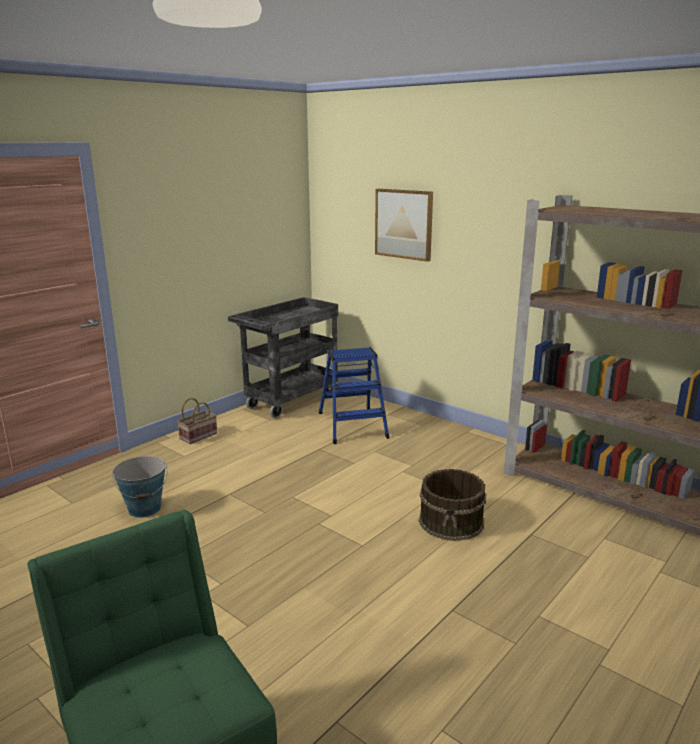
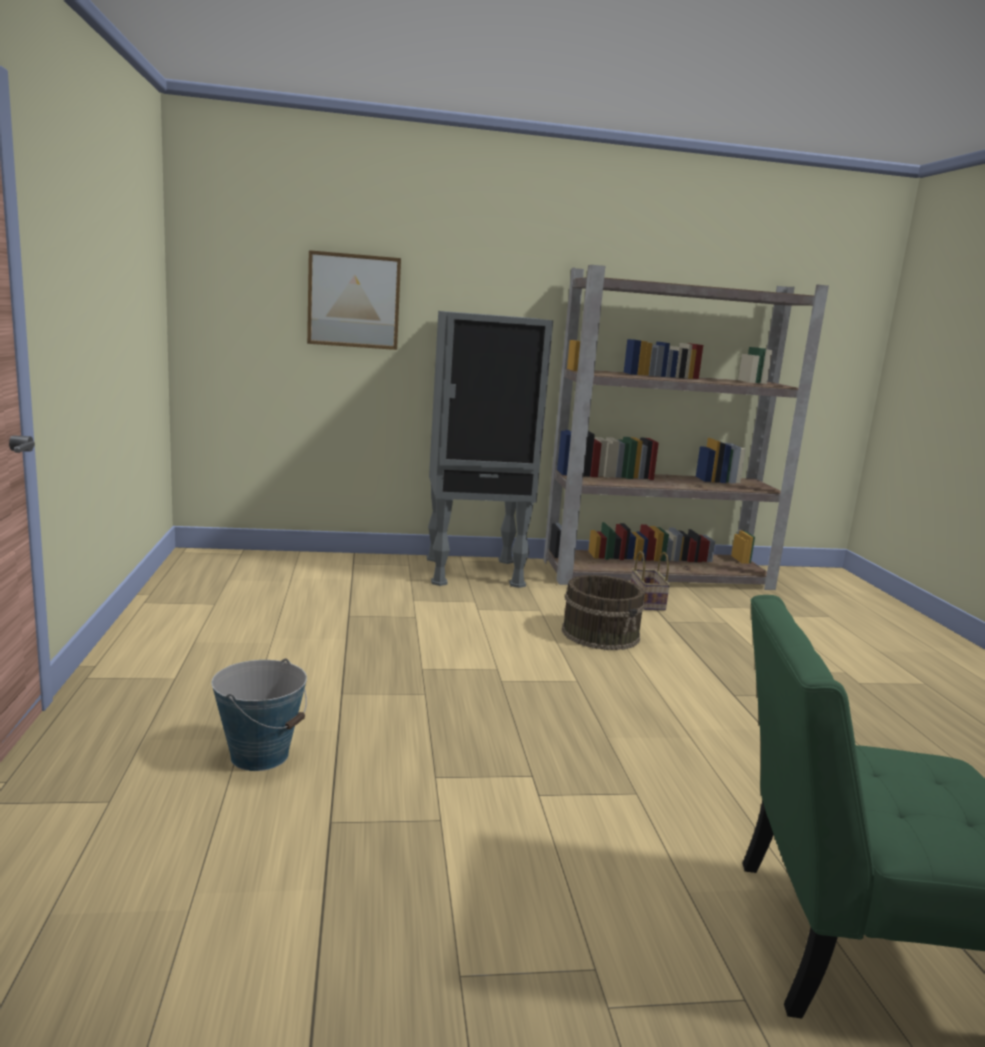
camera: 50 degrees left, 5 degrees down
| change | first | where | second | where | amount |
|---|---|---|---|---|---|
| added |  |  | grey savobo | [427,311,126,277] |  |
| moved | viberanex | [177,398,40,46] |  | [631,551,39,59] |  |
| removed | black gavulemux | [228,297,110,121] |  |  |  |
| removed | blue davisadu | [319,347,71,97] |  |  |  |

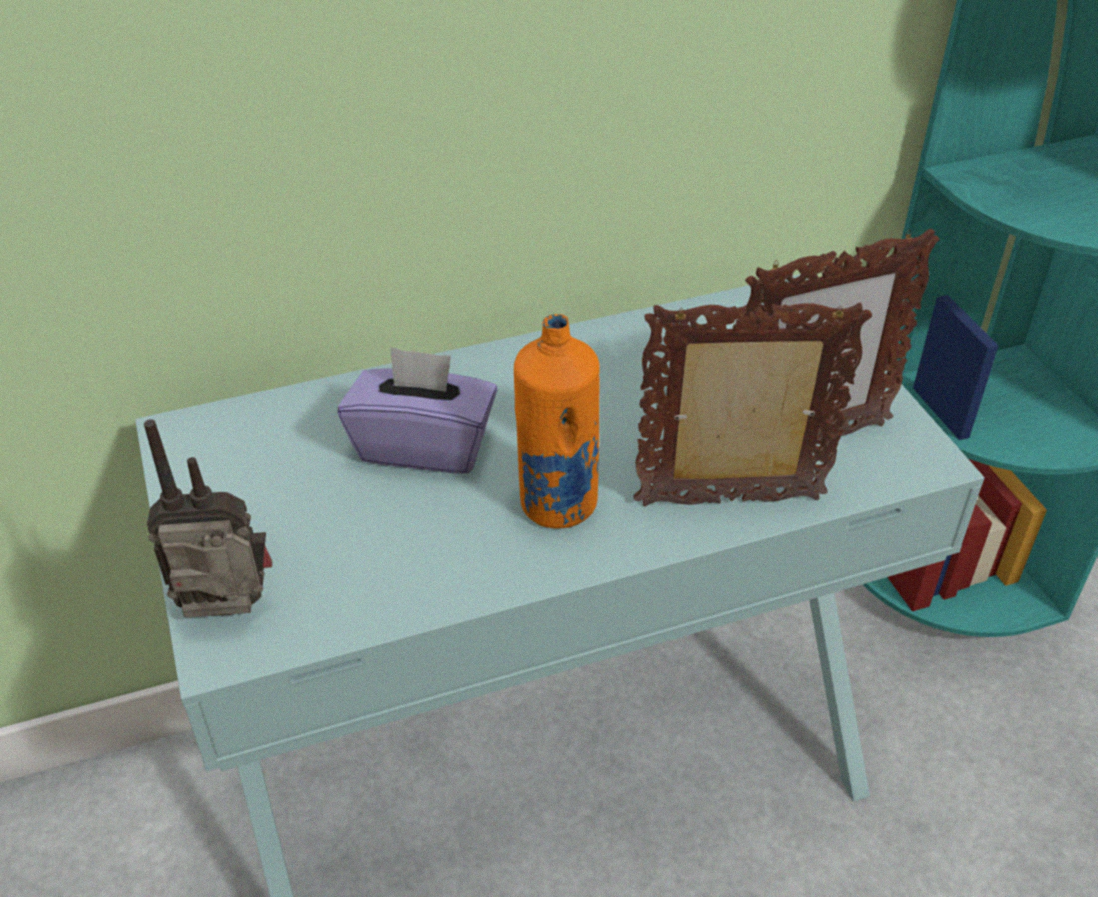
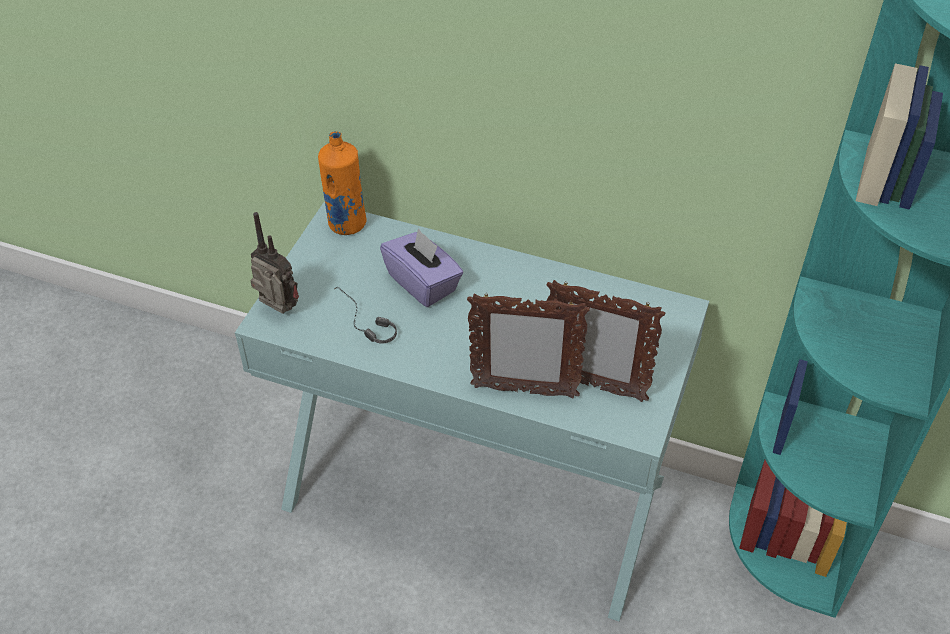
camera: 40 degrees right, 5 degrees up
| change | first | where | second | where | amount |
|---|---|---|---|---|---|
| moved | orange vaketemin | [514,314,85,215] |  | [318,131,49,104] |  |
| added |  |  | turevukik | [335,287,62,56] |  |
| turned | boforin | [634,302,238,204] |  | [467,293,123,106] | 150 degrees clockwise |

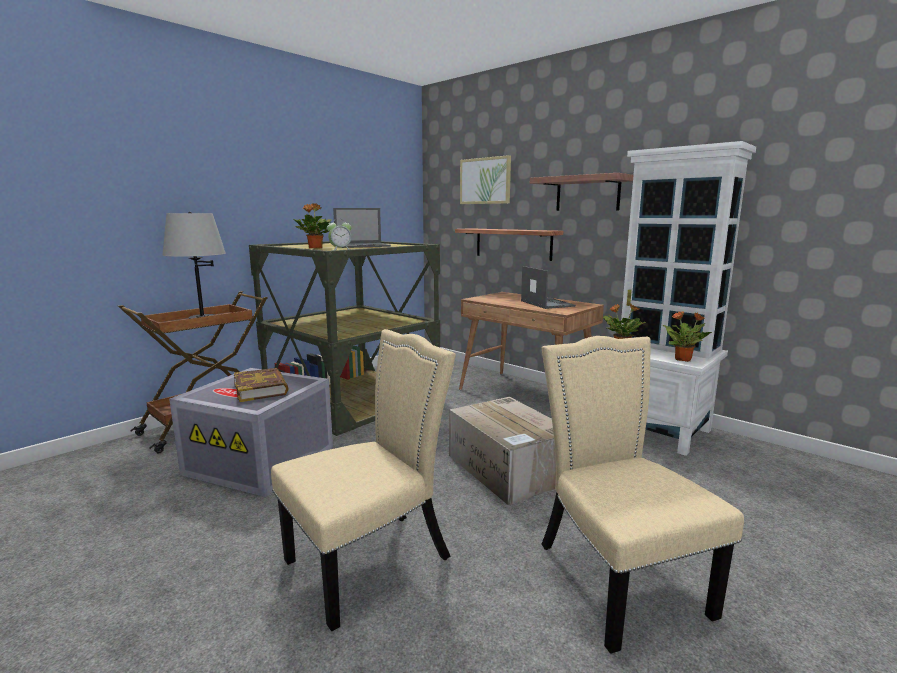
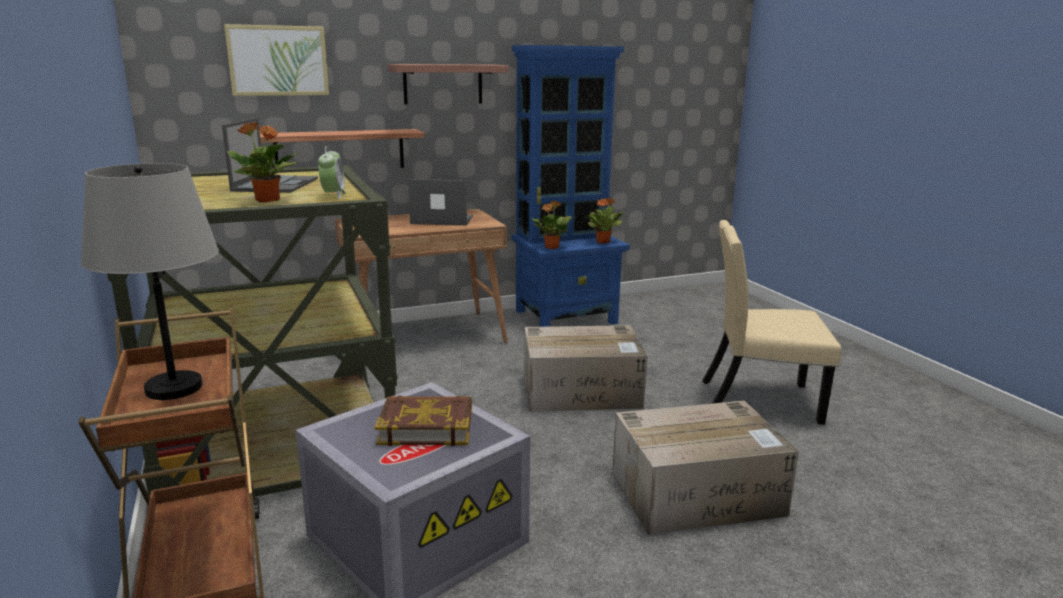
camera: 65 degrees left, 5 degrees up
| change | first | where | second | where | amount |
|---|---|---|---|---|---|
| recoloured | white savobo | [621,141,135,315] | blue savobo | [511,45,119,282] |  |
| replaced | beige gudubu | [271,329,185,302] | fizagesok | [612,401,187,134] |  |

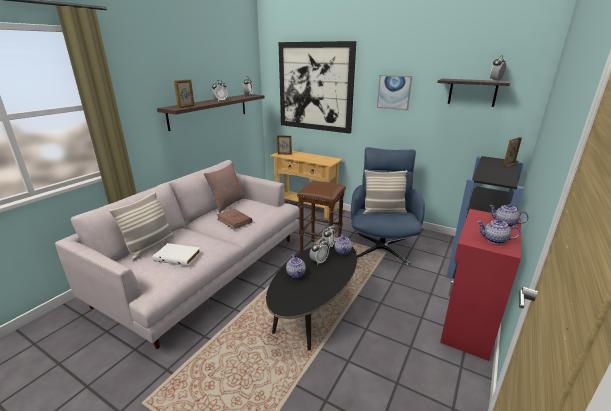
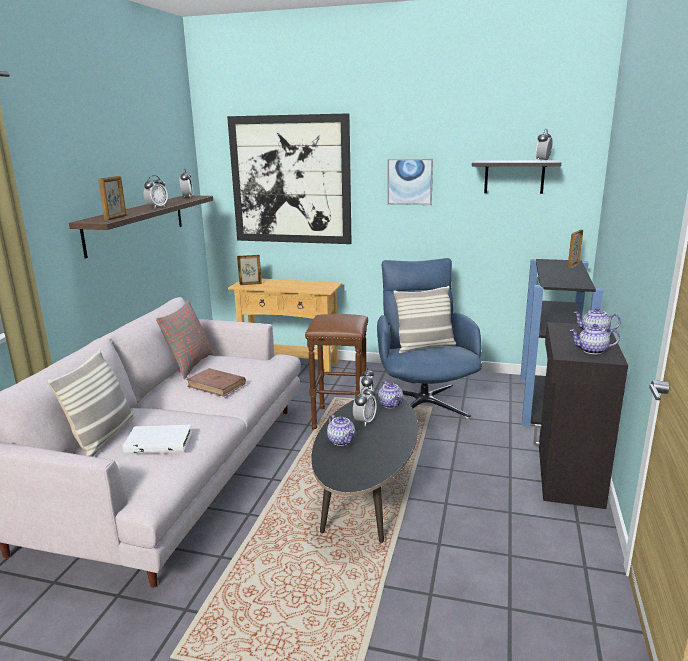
camera: 15 degrees left, 5 degrees down
| change | first | where | second | where | amount |
|---|---|---|---|---|---|
| recoloured | red savobo | [440,209,81,152] | black savobo | [533,322,95,187] |  |

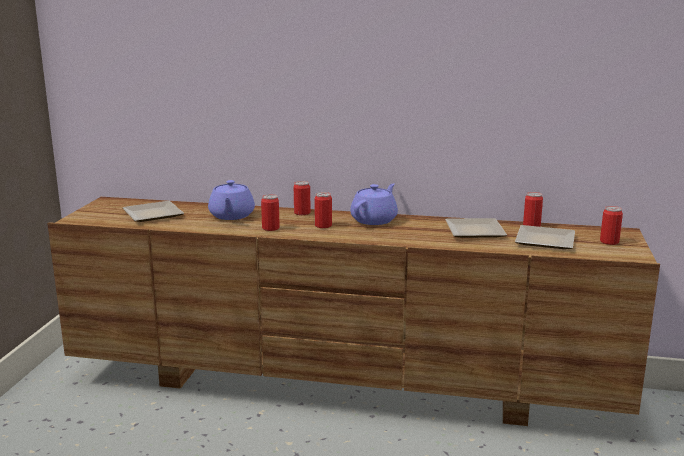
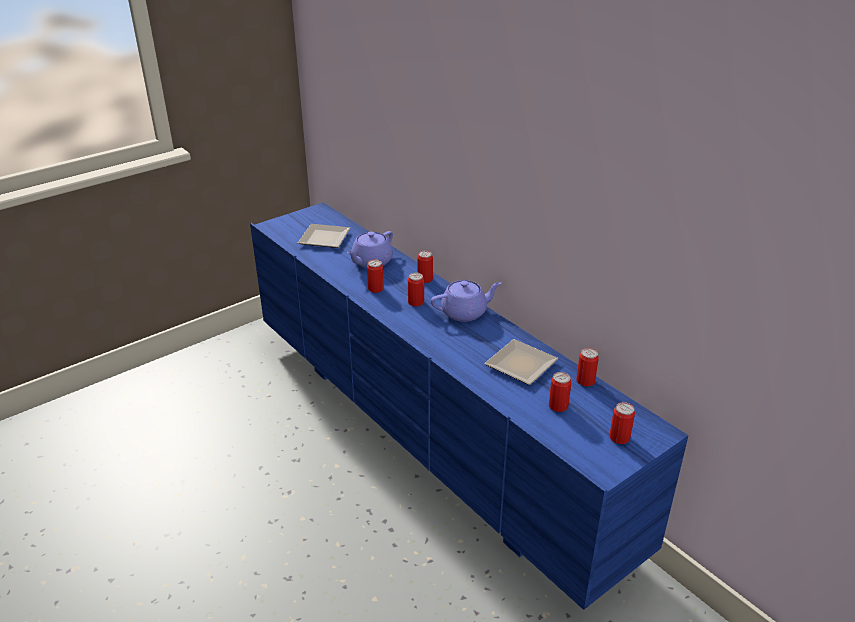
camera: 40 degrees right, 15 degrees up
| change | first | where | second | where | amount |
|---|---|---|---|---|---|
| recoloured | brown savobo | [47,197,613,229] | blue savobo | [250,202,439,408] |  |
| replaced | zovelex | [515,225,60,24] | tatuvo | [549,372,22,40] |  |

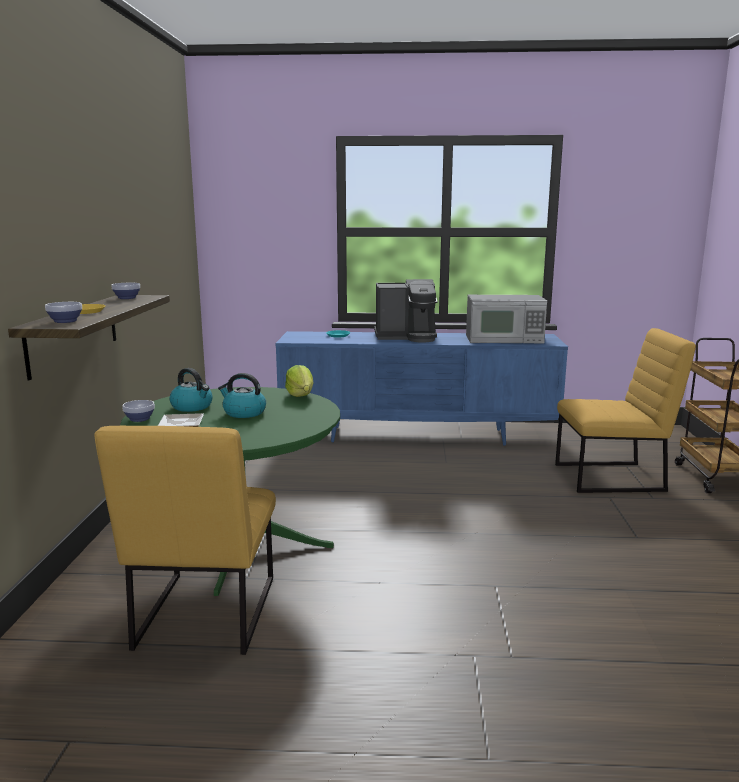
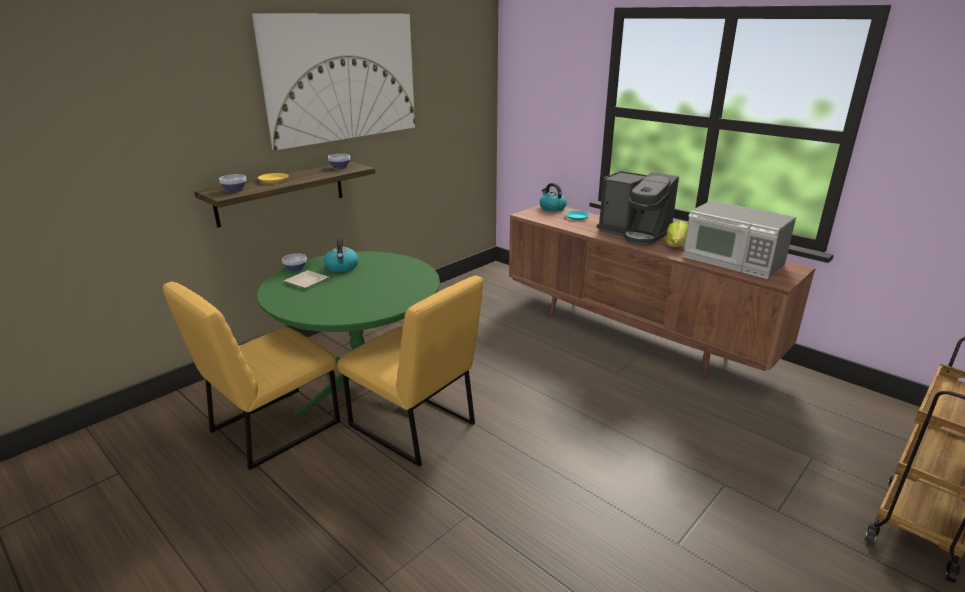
camera: 40 degrees right, 10 degrees up
| change | first | where | second | where | amount |
|---|---|---|---|---|---|
| added |  |  | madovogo | [252,13,163,137] |  |
| moved | yellow gudubu | [555,328,141,165] |  | [338,276,145,191] |  |
| recoloured | blue savobo | [275,331,293,115] | brown savobo | [509,205,307,172] |  |
| moved | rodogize | [218,373,48,45] |  | [540,183,27,28] |  |
| moved | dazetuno | [285,365,29,32] |  | [665,221,23,26] |  |

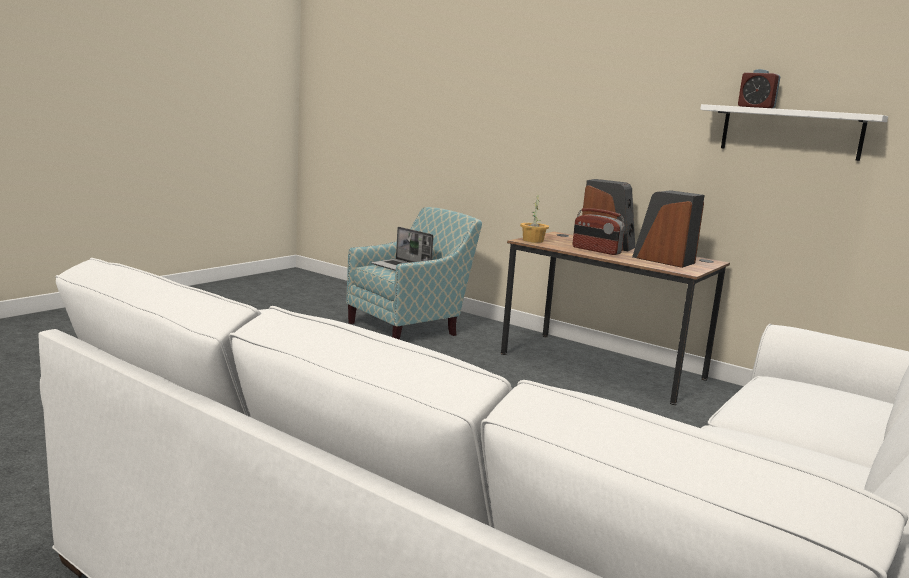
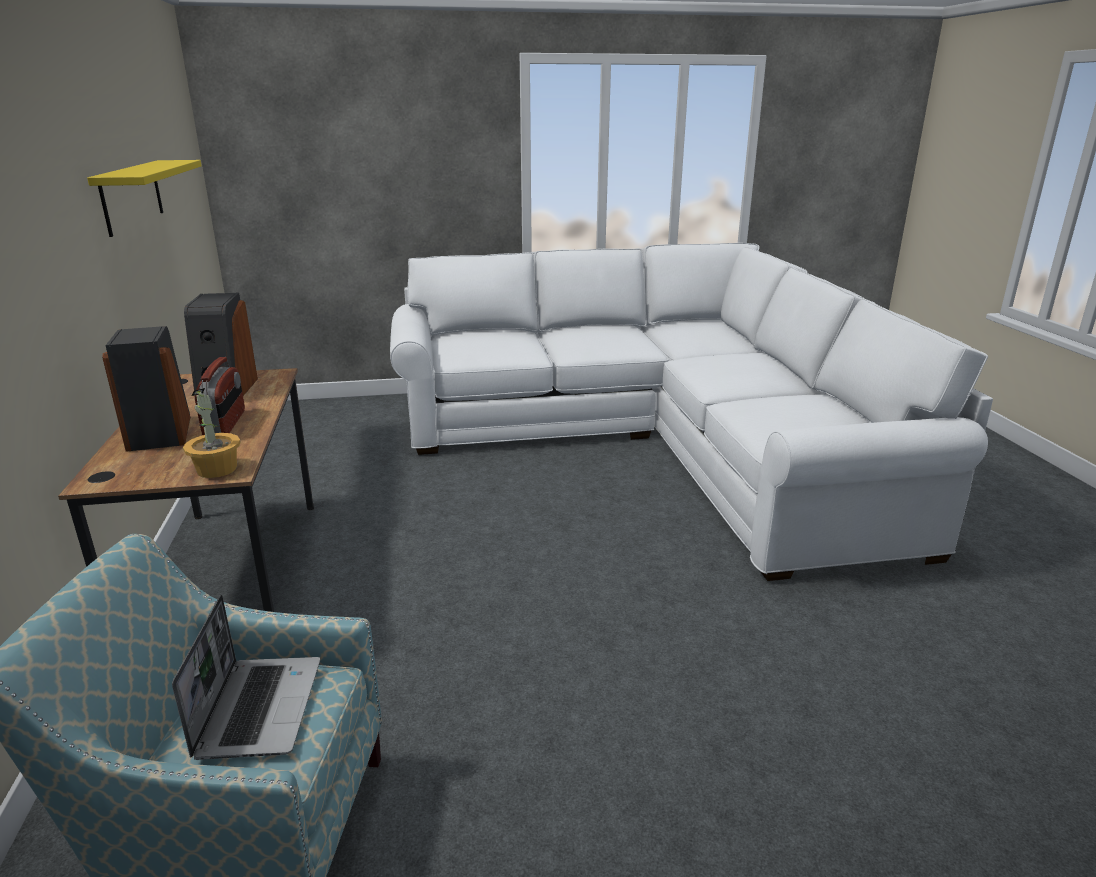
camera: 135 degrees left, 10 degrees up
| change | first | where | second | where | amount |
|---|---|---|---|---|---|
| recoloured | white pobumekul | [700,104,188,57] | yellow pobumekul | [87,160,114,77] |  |
| removed | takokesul | [738,69,42,39] |  |  |  |

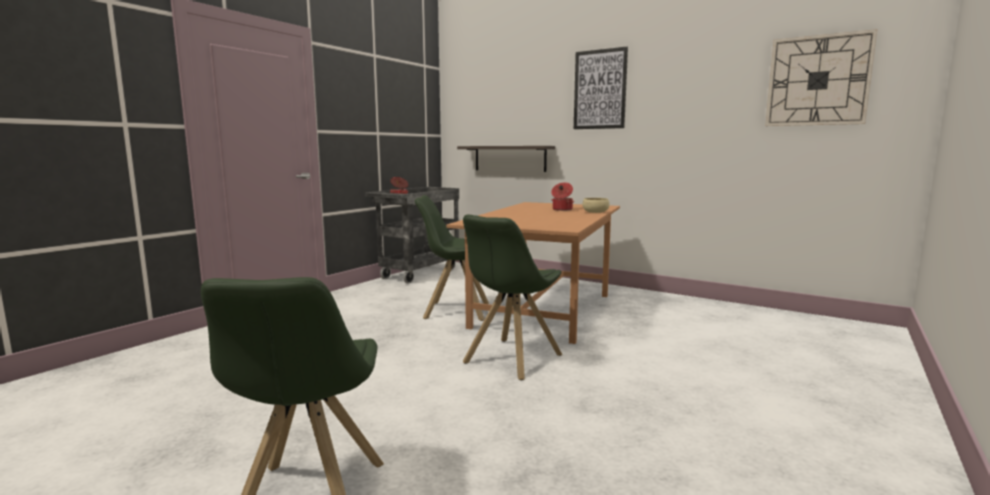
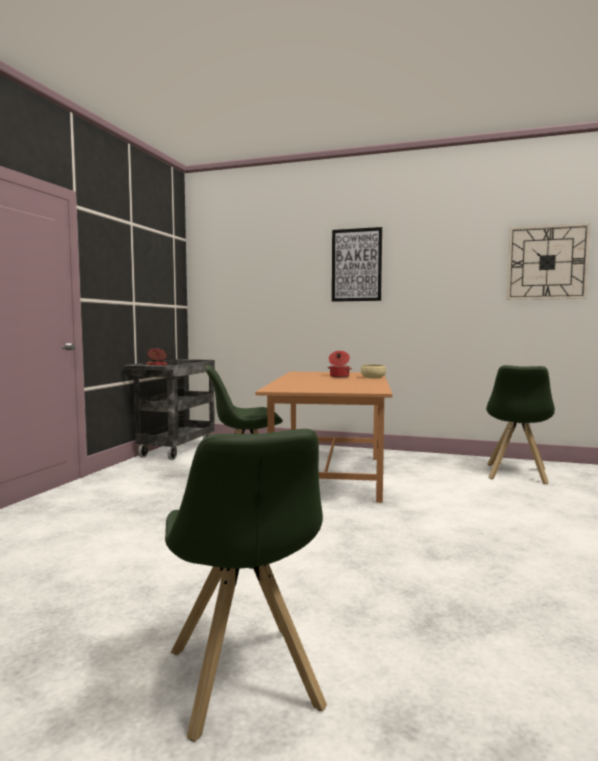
camera: 15 degrees left, 5 degrees down
| change | first | where | second | where | amount |
|---|---|---|---|---|---|
| moved | green gudubu | [463,215,99,165] |  | [486,365,69,119] |  |
| removed | pobumekul | [457,146,98,26] |  |  |  |

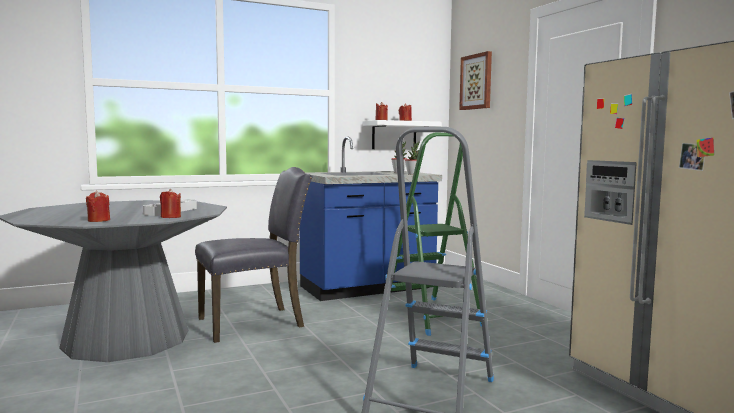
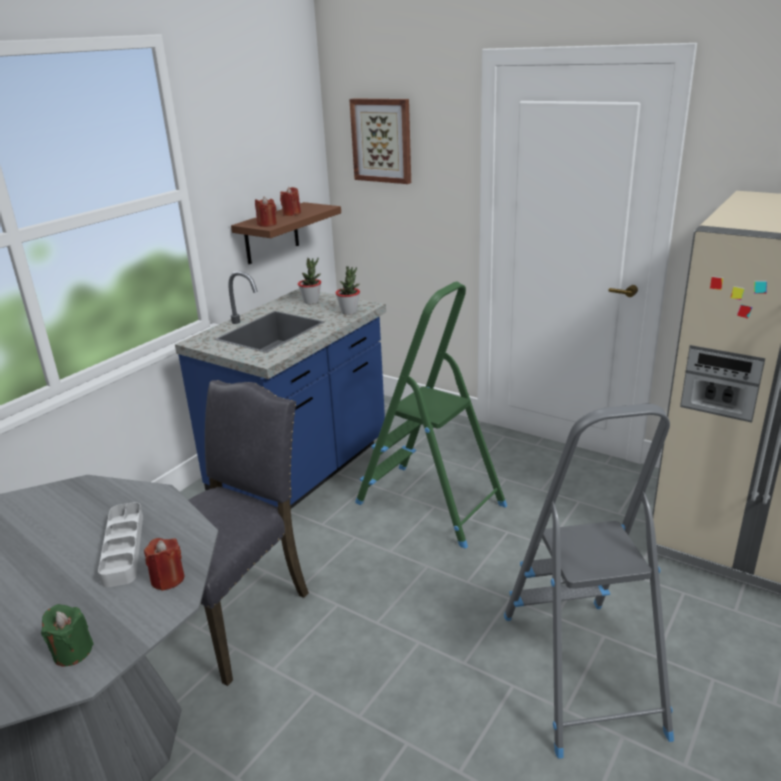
camera: 30 degrees left, 20 degrees up
| change | first | where | second | where | amount |
|---|---|---|---|---|---|
| recoloured | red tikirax | [86,191,24,31] | green tikirax | [41,604,53,63] |  |
| recoloured | white pobumekul | [363,120,78,29] | brown pobumekul | [231,202,110,62] |  |

